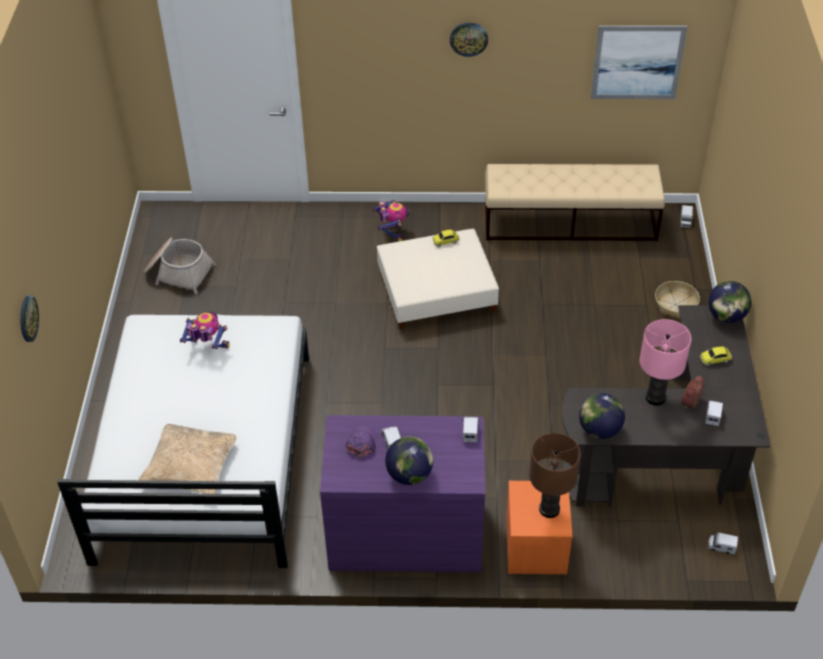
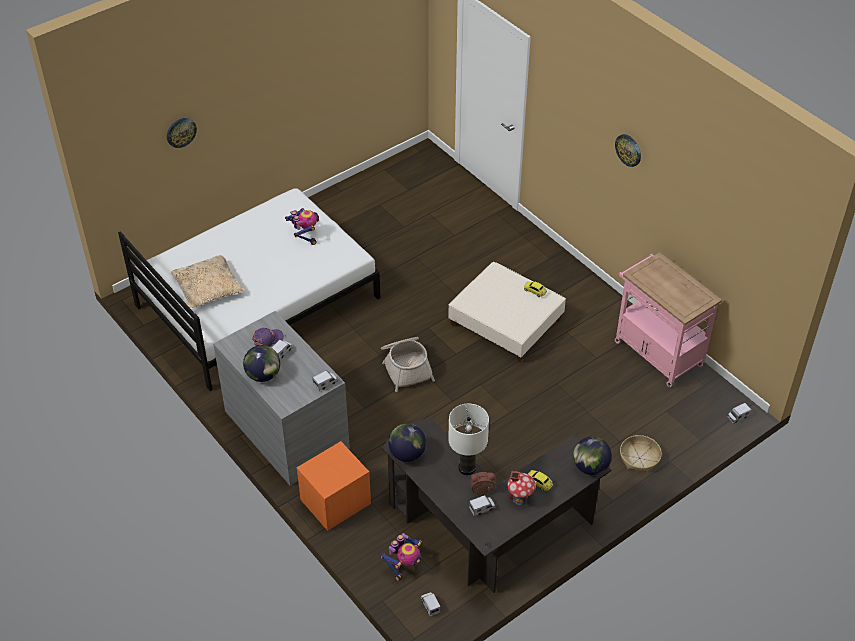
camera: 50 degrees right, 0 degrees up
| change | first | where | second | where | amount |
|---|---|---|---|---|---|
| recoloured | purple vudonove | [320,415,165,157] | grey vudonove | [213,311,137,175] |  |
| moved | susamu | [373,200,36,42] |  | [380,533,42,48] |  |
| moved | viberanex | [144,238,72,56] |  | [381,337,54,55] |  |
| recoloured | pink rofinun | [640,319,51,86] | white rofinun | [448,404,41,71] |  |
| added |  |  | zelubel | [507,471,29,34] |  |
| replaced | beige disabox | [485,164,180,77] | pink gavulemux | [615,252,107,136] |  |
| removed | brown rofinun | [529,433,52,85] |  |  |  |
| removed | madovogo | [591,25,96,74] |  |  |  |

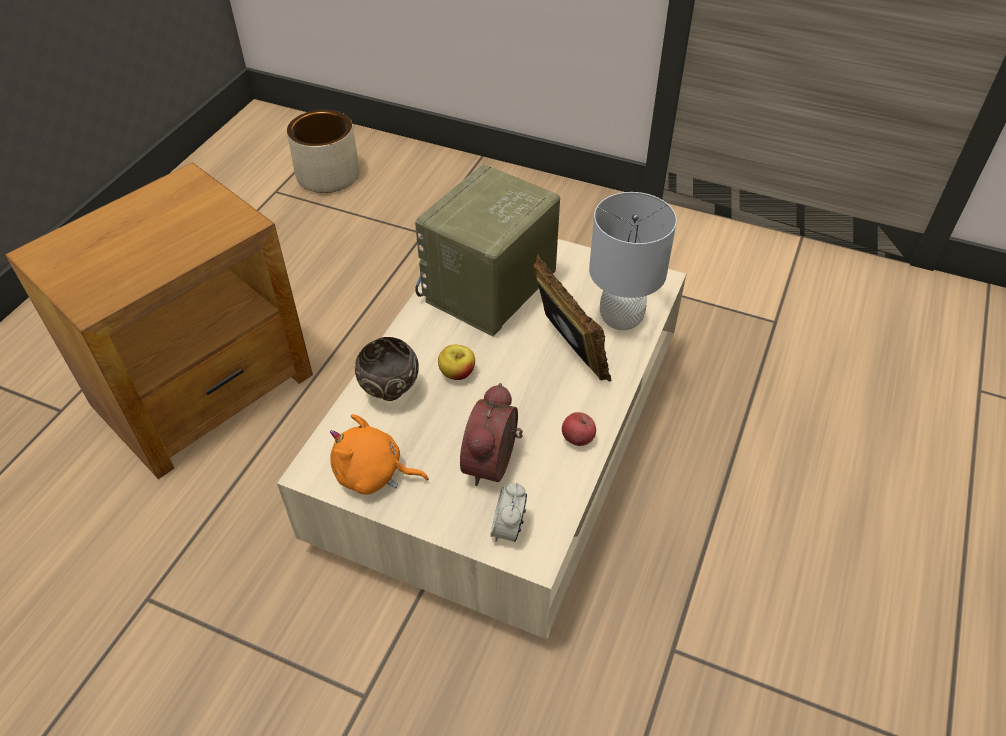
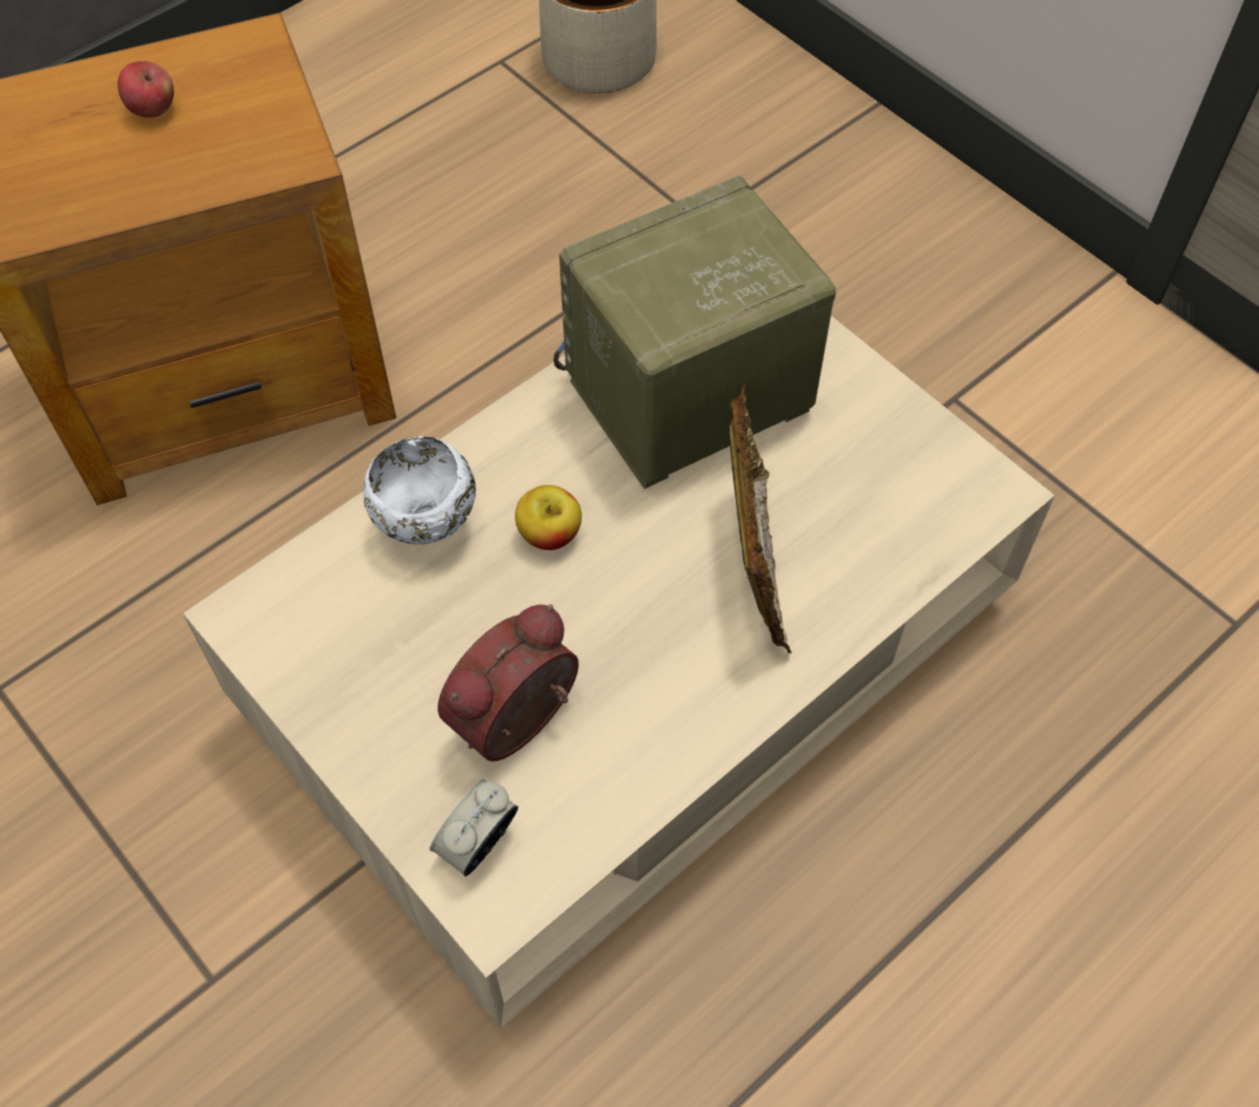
camera: 25 degrees right, 10 degrees up
| change | first | where | second | where | amount |
|---|---|---|---|---|---|
| moved | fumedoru | [562,412,34,34] |  | [118,61,56,57] |  |
| recoloured | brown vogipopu | [355,337,64,64] | white vogipopu | [363,436,113,108] |  |
| removed | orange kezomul | [330,414,99,81] |  |  |  |
| removed | grey rofinun | [589,192,88,138] |  |  |  |

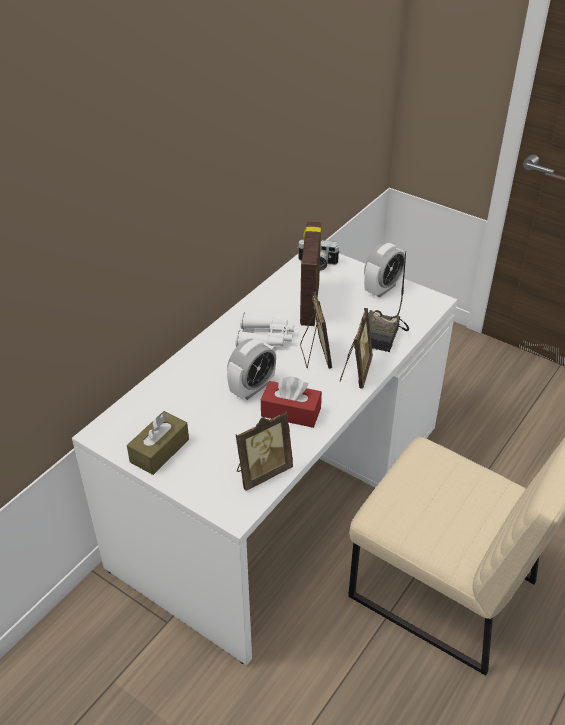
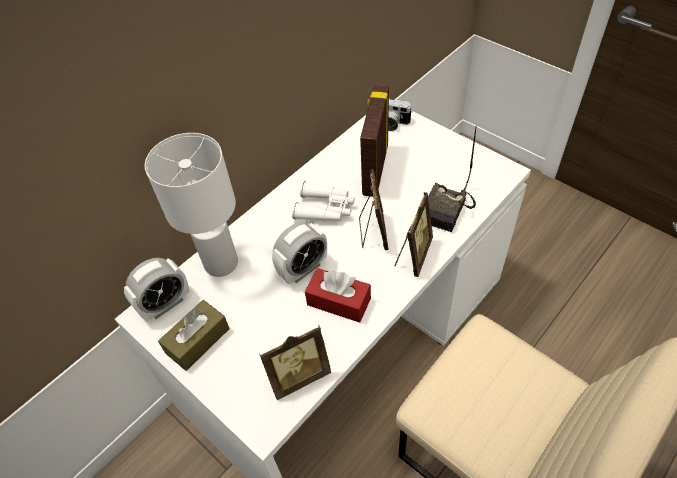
camera: 10 degrees right, 10 degrees up
| change | first | where | second | where | amount |
|---|---|---|---|---|---|
| moved | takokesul | [364,243,41,55] |  | [124,258,65,63] |  |
| added |  |  | white rofinun | [145,133,93,144] |  |

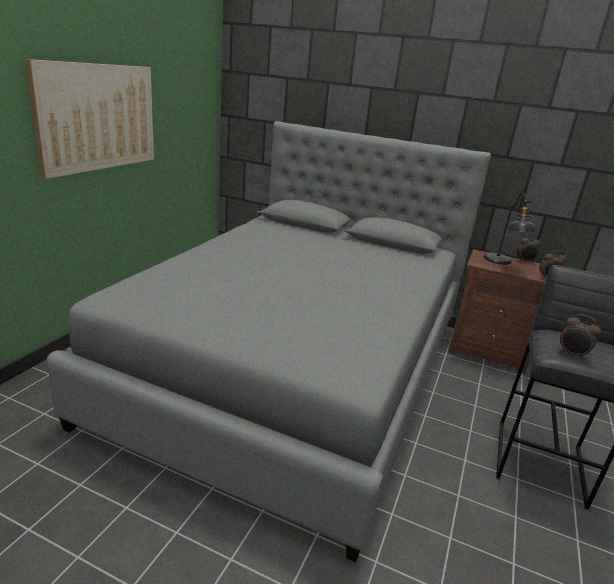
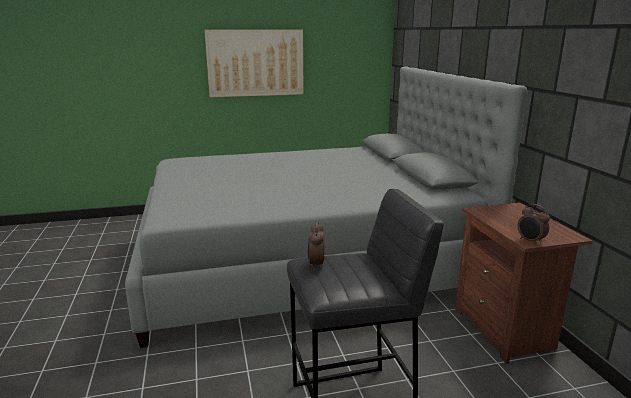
camera: 55 degrees right, 5 degrees down
| change | first | where | second | where | amount |
|---|---|---|---|---|---|
| removed | grey rofinun | [484,193,52,72] |  |  |  |
| removed | takokesul | [516,235,25,28] |  |  |  |

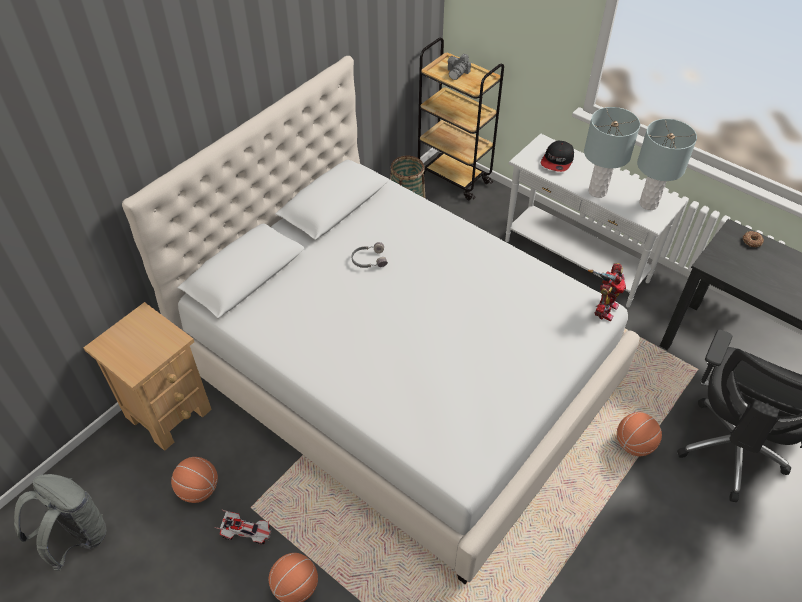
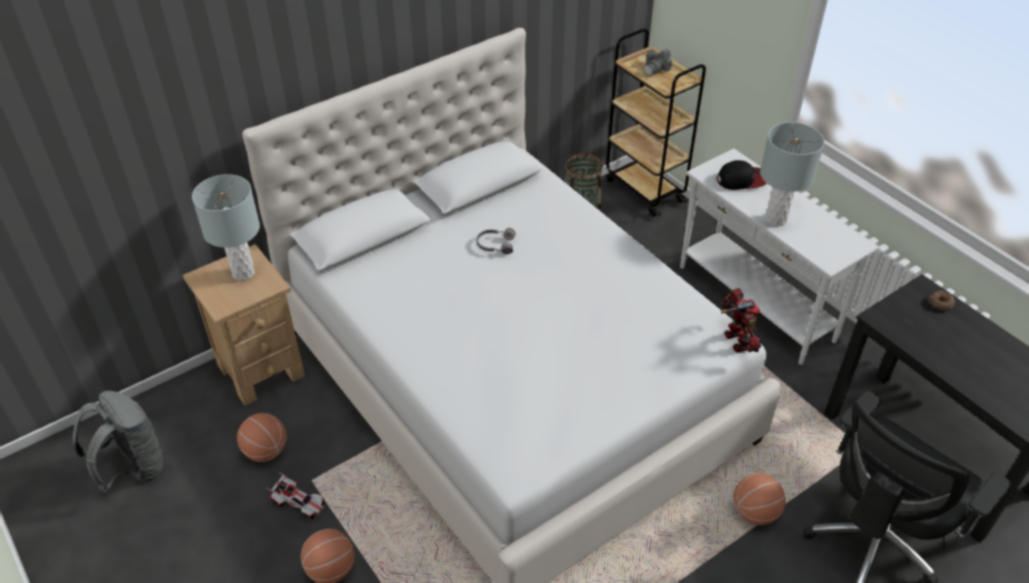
camera: 15 degrees right, 5 degrees down
| change | first | where | second | where | amount |
|---|---|---|---|---|---|
| moved | grey rofinun | [637,119,60,91] |  | [192,174,68,107] |  |
| turned | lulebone | [541,141,33,31] |  | [717,160,50,30] | 135 degrees counterclockwise |
| turned | susamu | [588,263,38,58] |  | [721,288,40,65] | 60 degrees counterclockwise |

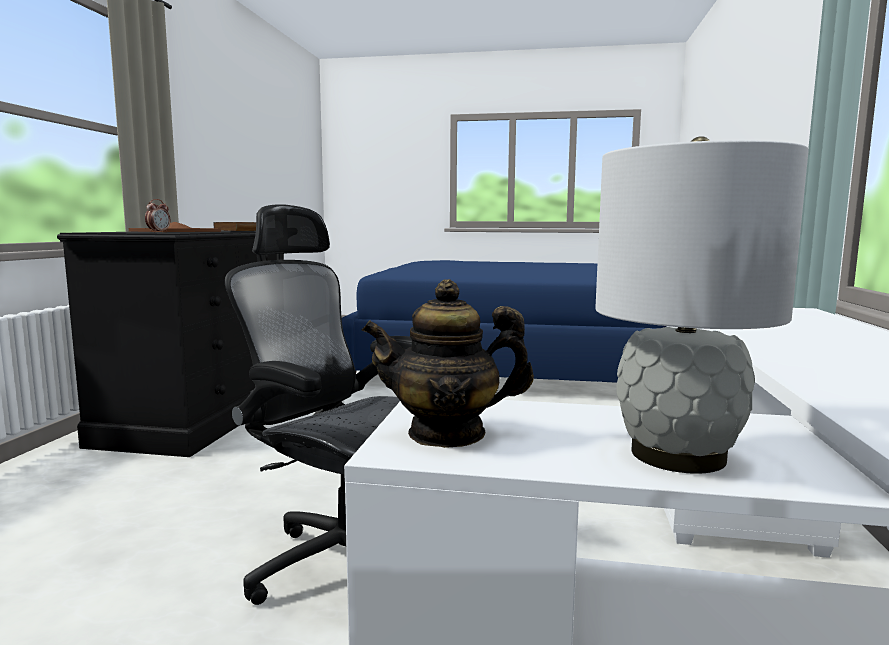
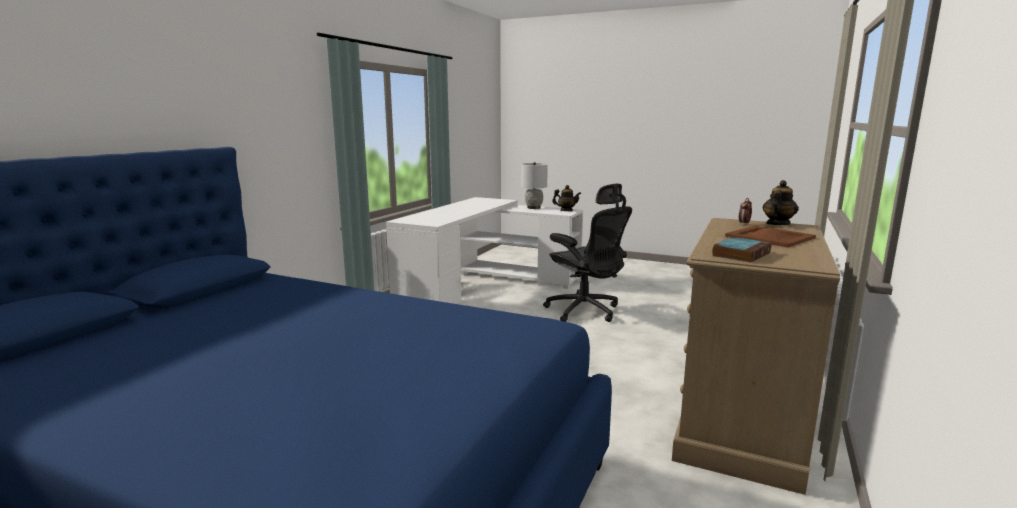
camera: 165 degrees left, 5 degrees up
| change | first | where | second | where | amount |
|---|---|---|---|---|---|
| recoloured | black vudonove | [57,231,220,226] | beige vudonove | [672,218,168,277] |  |
| added |  |  | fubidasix | [763,180,36,45] |  |

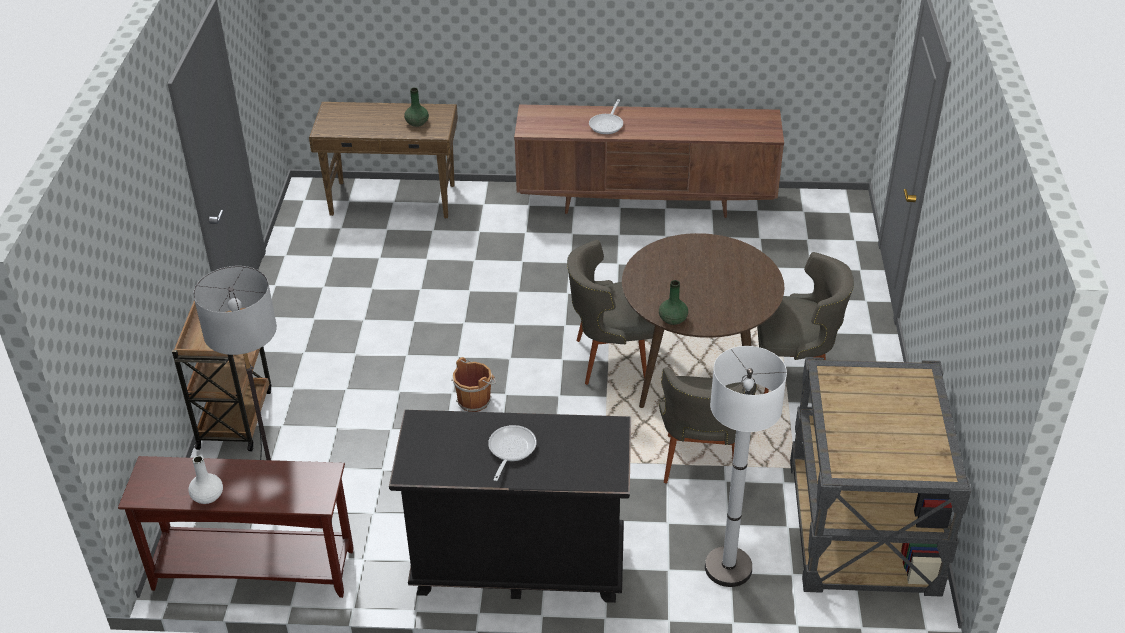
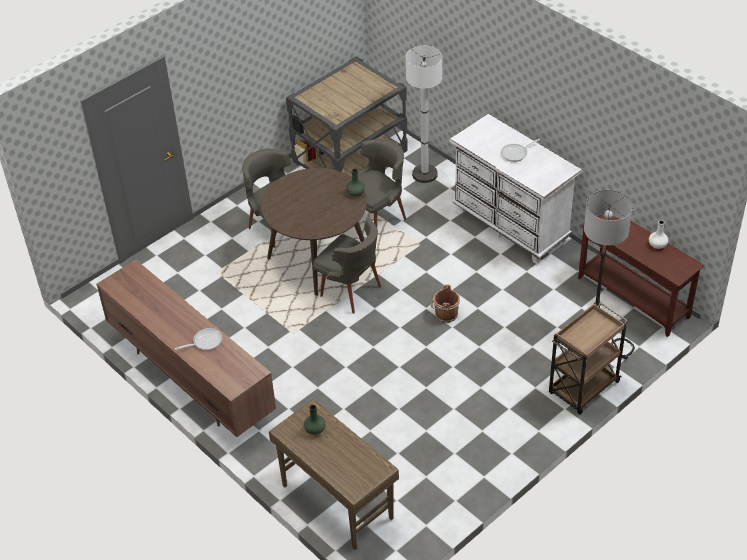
camera: 135 degrees left, 5 degrees up
| change | first | where | second | where | amount |
|---|---|---|---|---|---|
| recoloured | black vudonove | [389,410,242,193] | white vudonove | [449,114,134,151] |  |

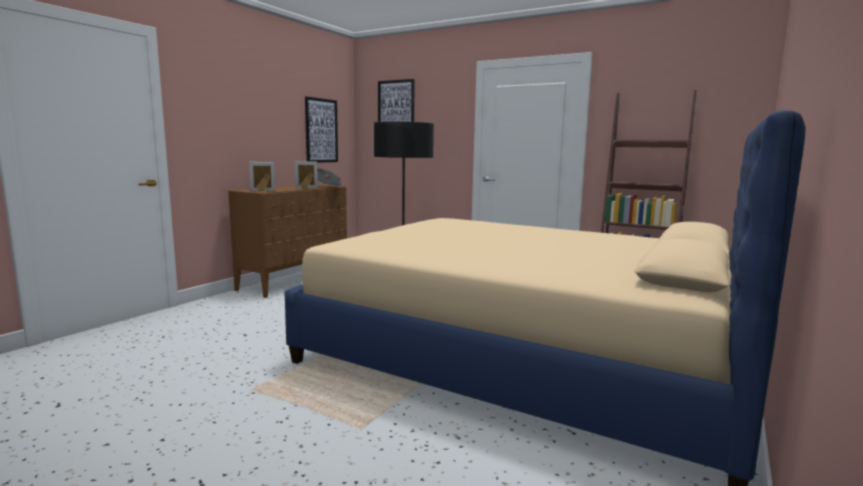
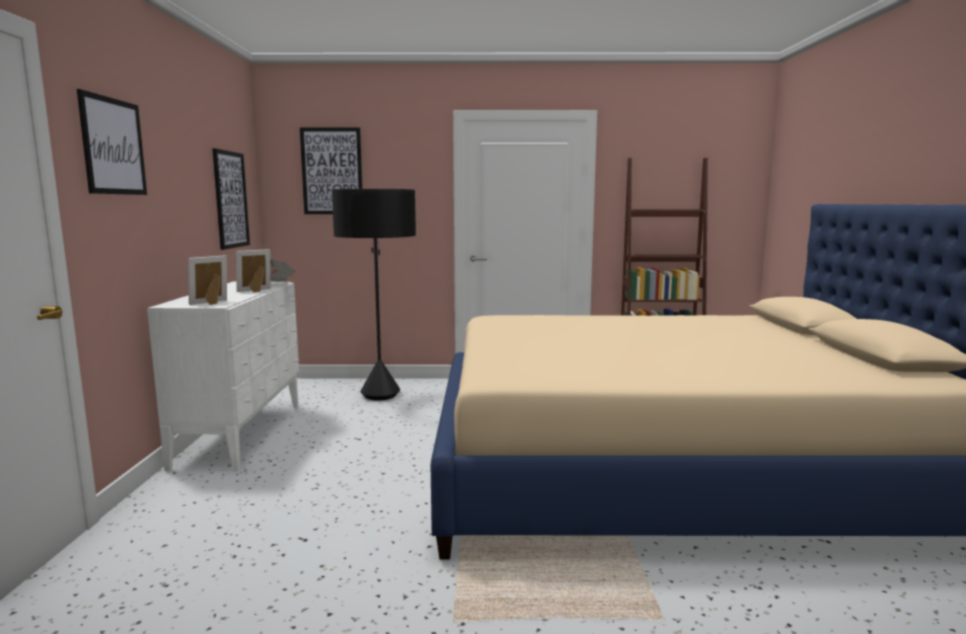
camera: 30 degrees left, 0 degrees up
| change | first | where | second | where | amount |
|---|---|---|---|---|---|
| added |  |  | madovogo | [77,89,70,106] |  |
| recoloured | brown vudonove | [228,185,119,113] | white vudonove | [147,282,152,189] |  |

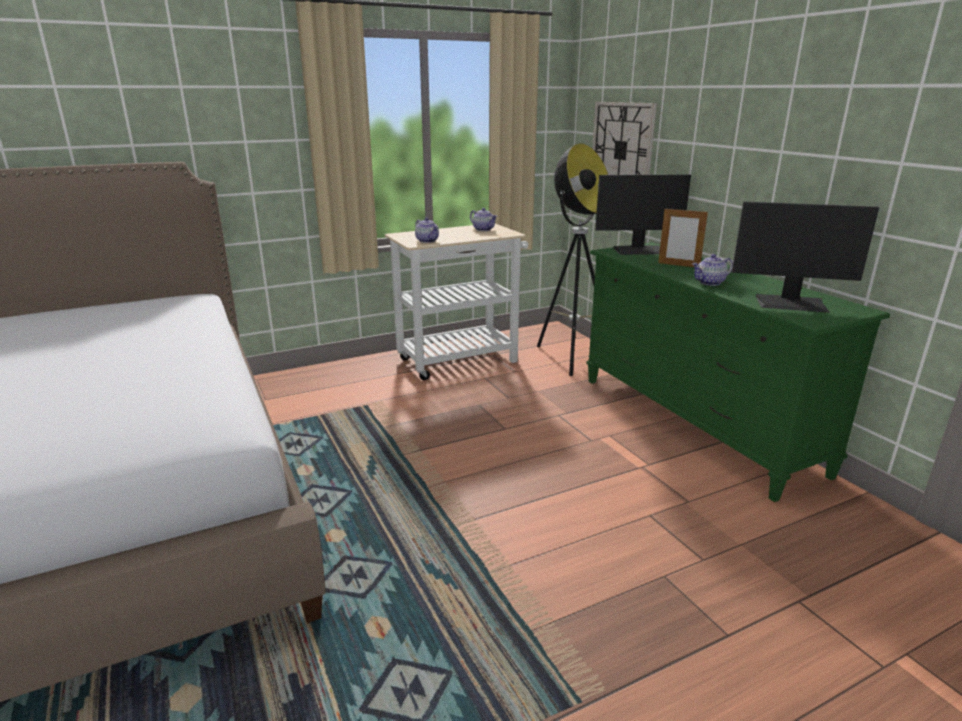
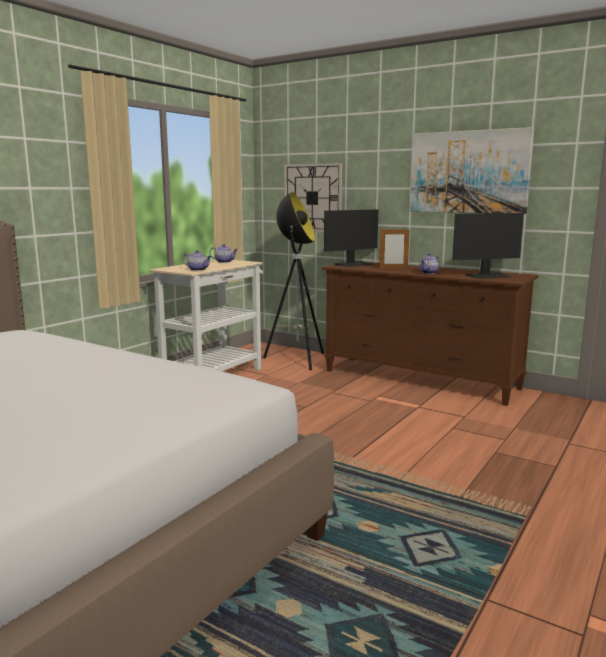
camera: 30 degrees left, 10 degrees down
| change | first | where | second | where | amount |
|---|---|---|---|---|---|
| recoloured | green vudonove | [586,243,304,259] | brown vudonove | [322,261,216,145] |  |
| added |  |  | madovogo | [410,127,124,87] |  |

